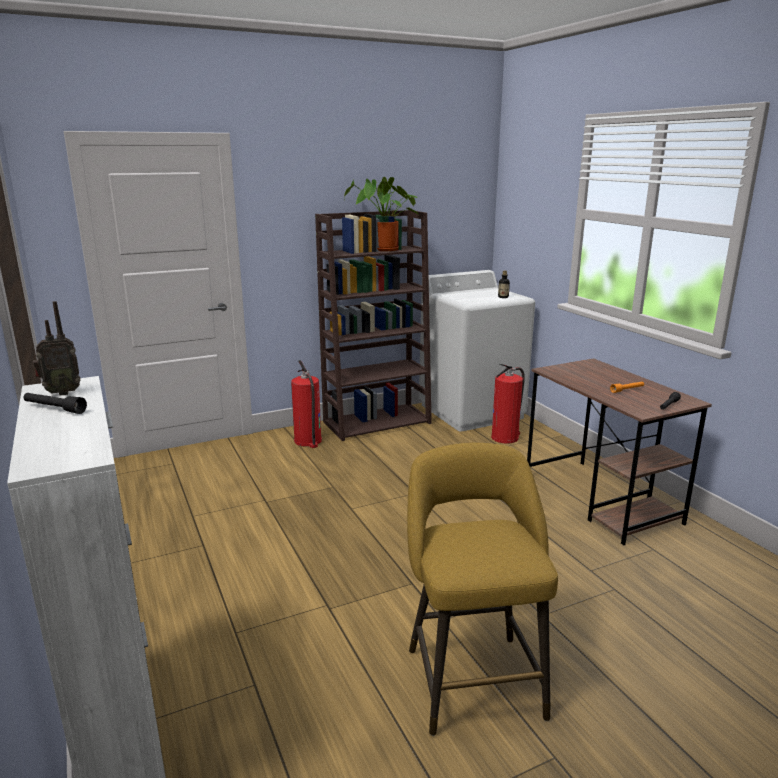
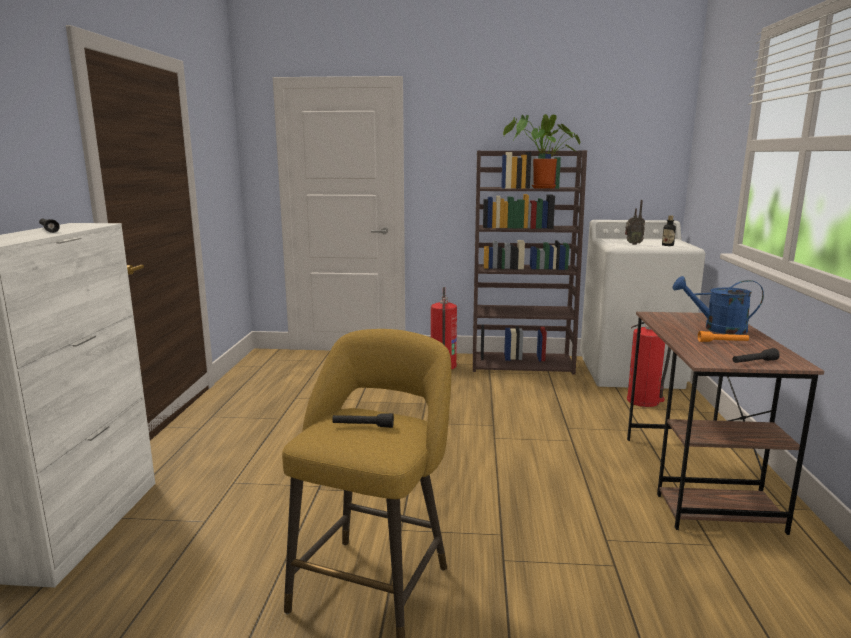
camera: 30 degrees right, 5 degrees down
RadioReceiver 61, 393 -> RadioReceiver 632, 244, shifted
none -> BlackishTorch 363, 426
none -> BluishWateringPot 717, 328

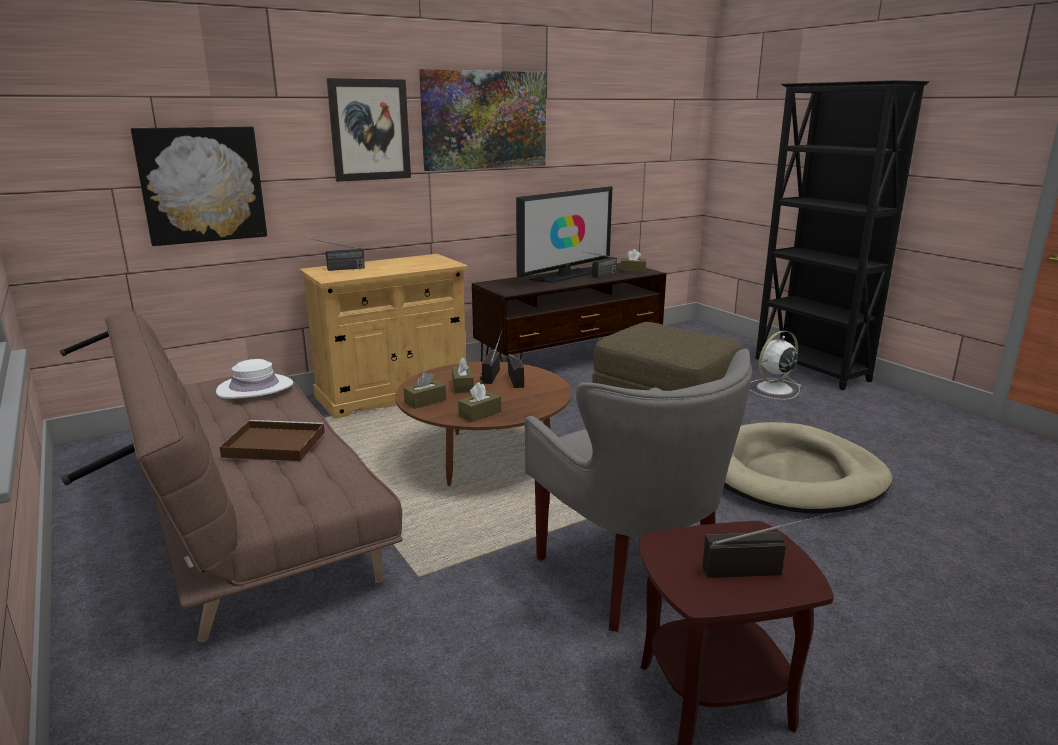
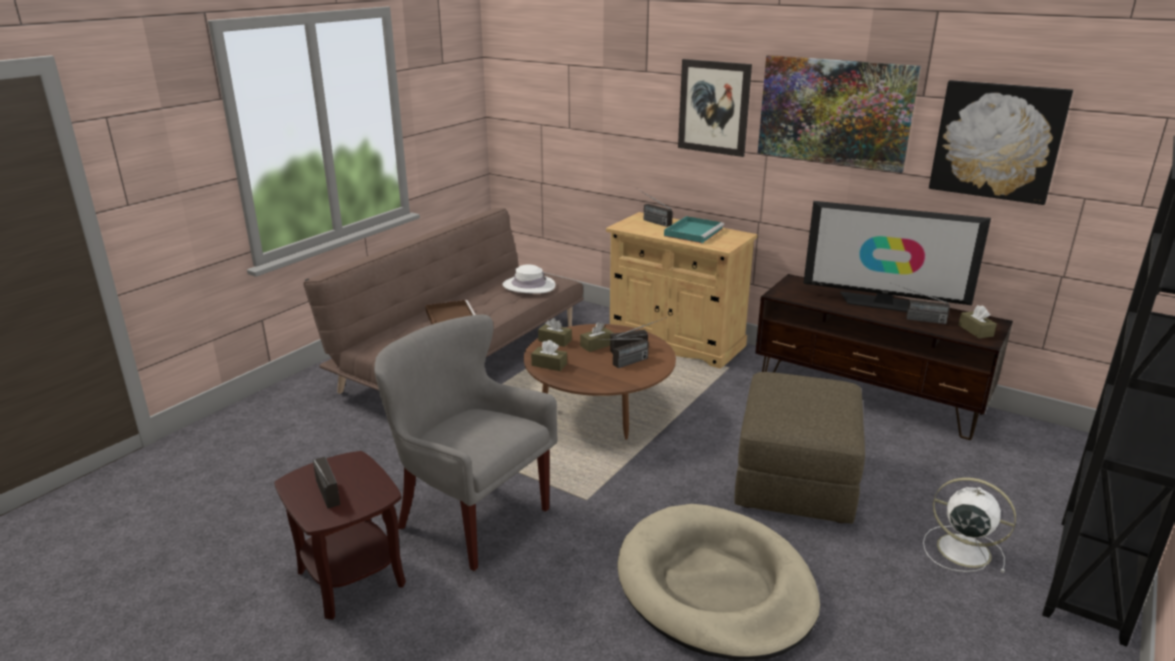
camera: 65 degrees right, 5 degrees up
Picture 202, 185 -> Picture 997, 141, shifted
GreyishEasyChair 631, 575 -> GreyishEasyChair 471, 517, 90 degrees clockwise
none -> TurquoiseColouredServingTray 693, 232

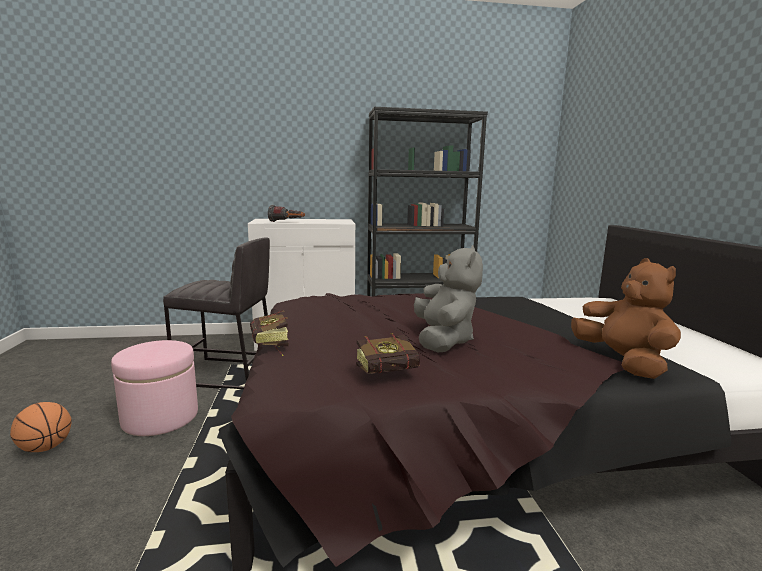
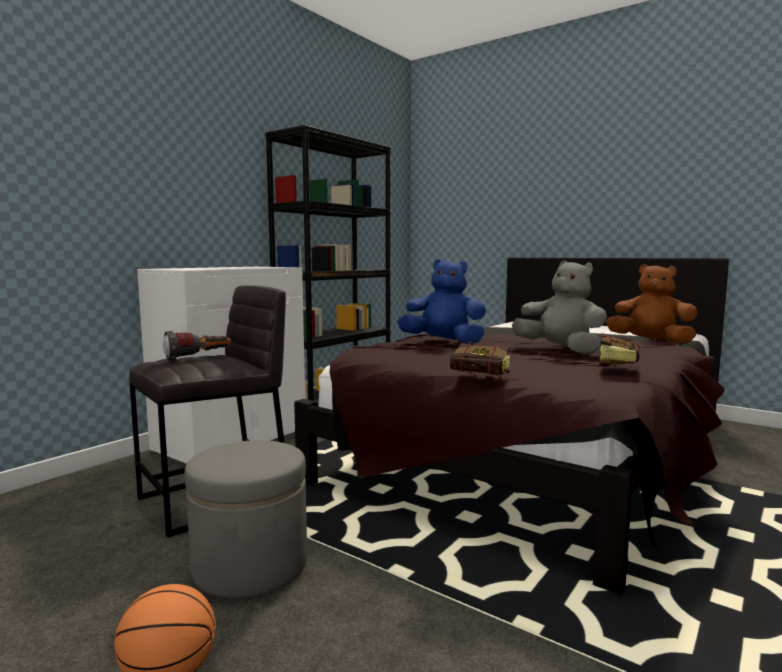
camera: 45 degrees left, 5 degrees down
PinkFootrest 160, 417 -> GreyishFootrest 250, 565
Torch 287, 222 -> Torch 199, 358, shifted
none -> BluishSoftToy 444, 342

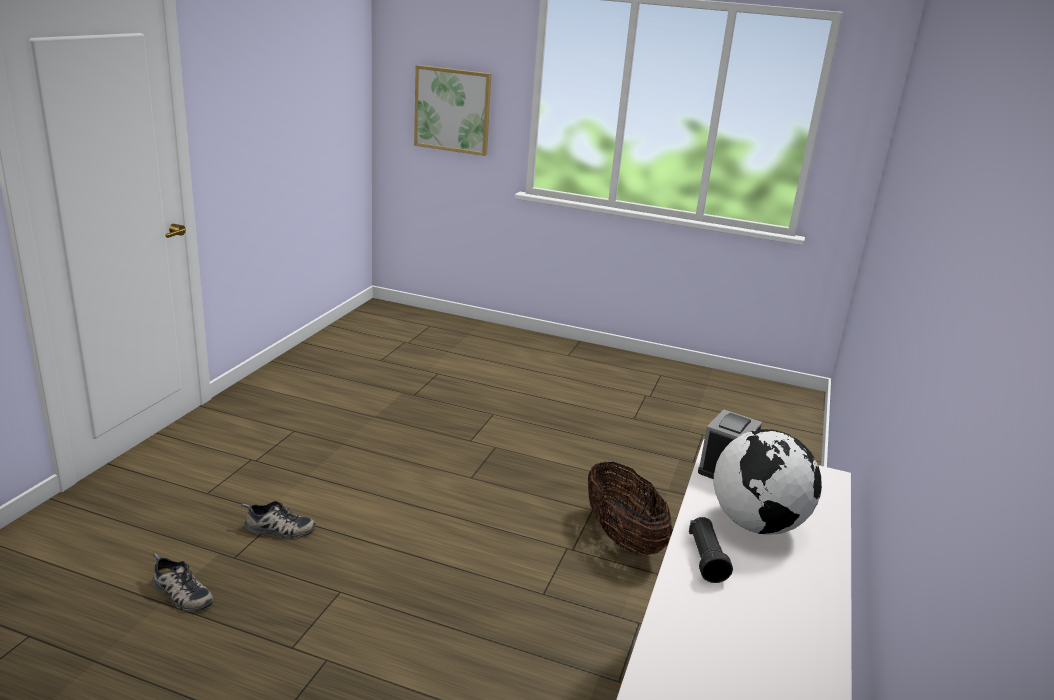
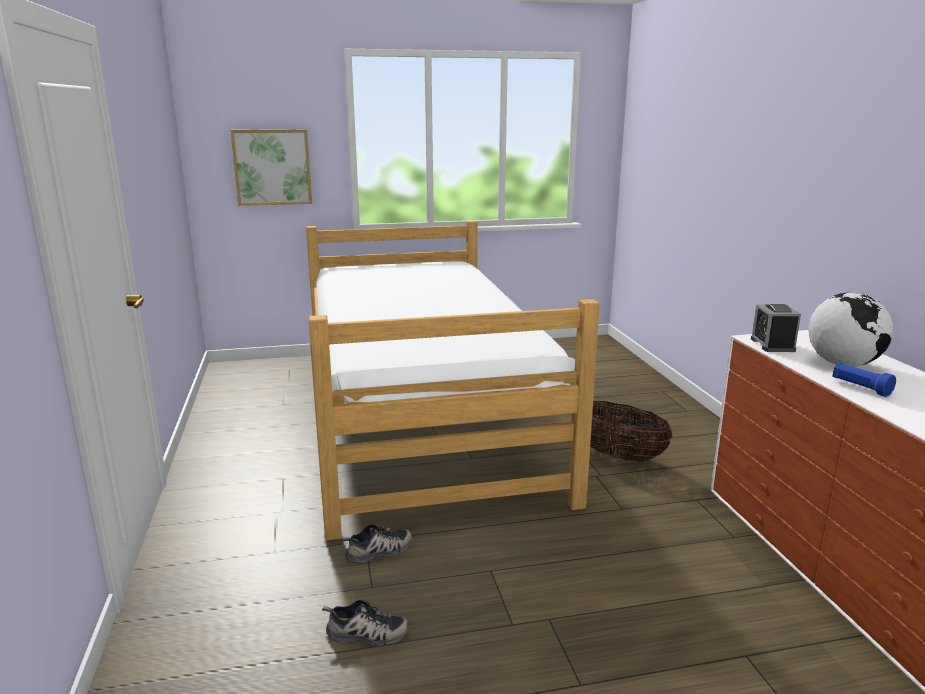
camera: 30 degrees left, 5 degrees down
BlackishTorch 706, 559 -> BluishTorch 860, 388
none -> SleepingBed 422, 418

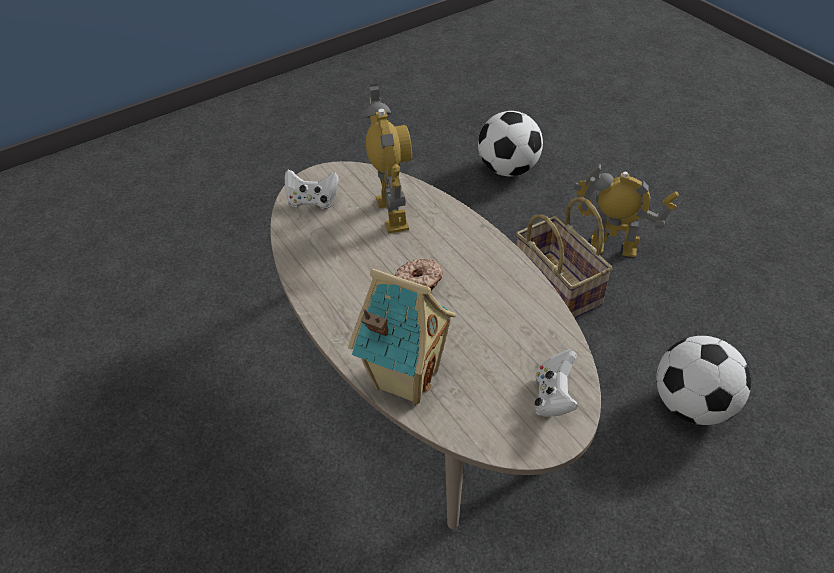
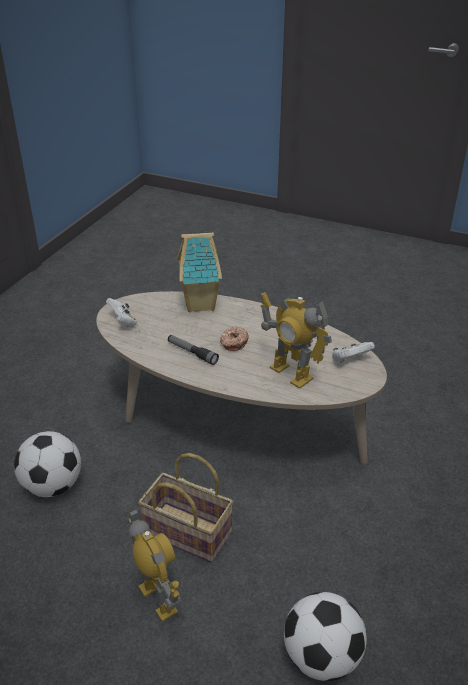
camera: 145 degrees right, 10 degrees down
ModelRobot 612, 248 -> ModelRobot 158, 599, 105 degrees counterclockwise
none -> Torch 192, 353

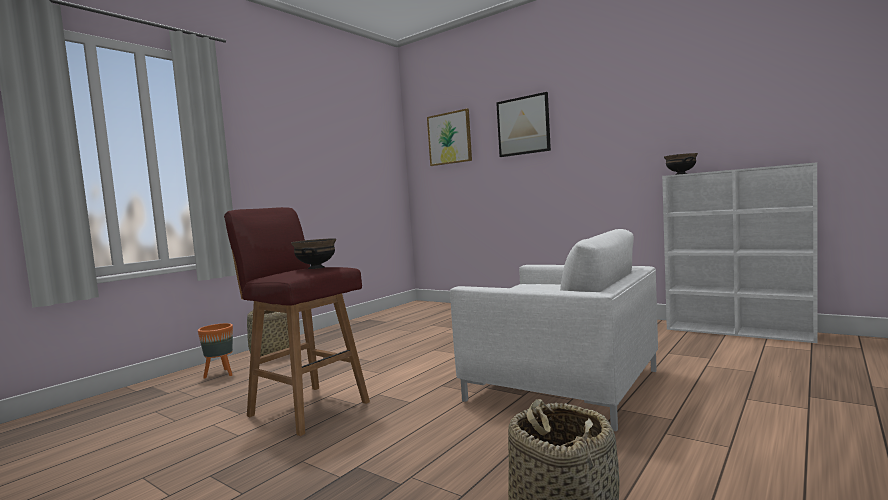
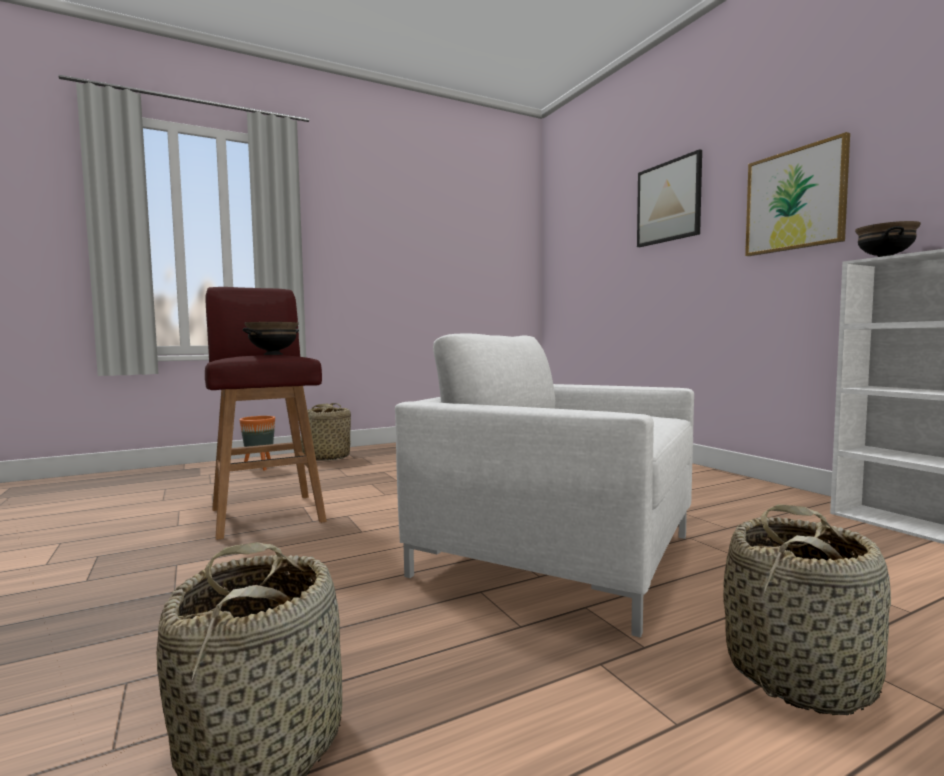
camera: 25 degrees right, 0 degrees up
Picture 449, 138 -> Picture 795, 200, shifted
WhiteColouredEasyChair 563, 385 -> WhiteColouredEasyChair 557, 555, 150 degrees clockwise
none -> HouseholdBasket 800, 674

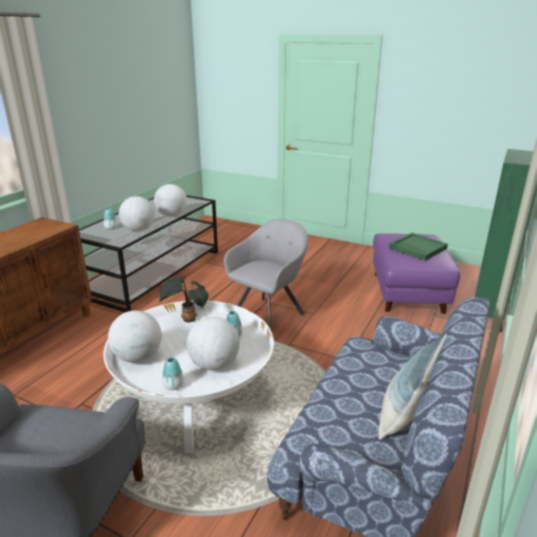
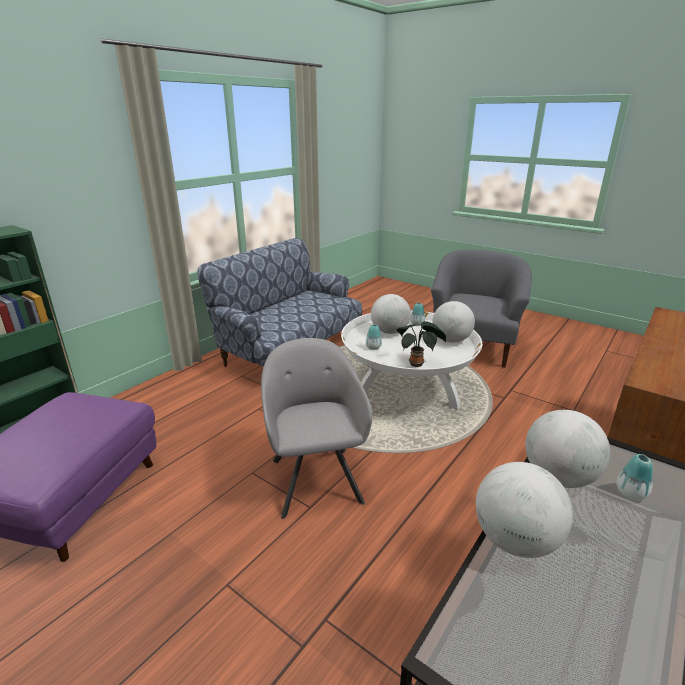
camera: 170 degrees left, 0 degrees up
GreyishEasyChair 269, 315 -> GreyishEasyChair 315, 476, 120 degrees clockwise
Pillow 404, 417 -> none
GreenServingTray 417, 248 -> none

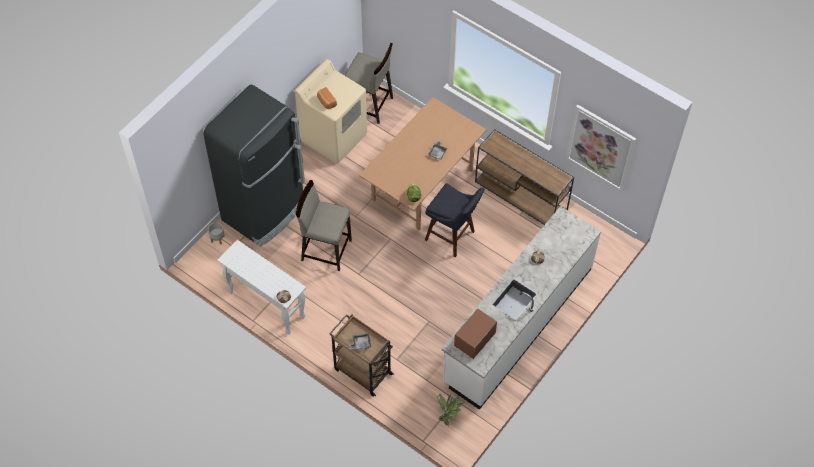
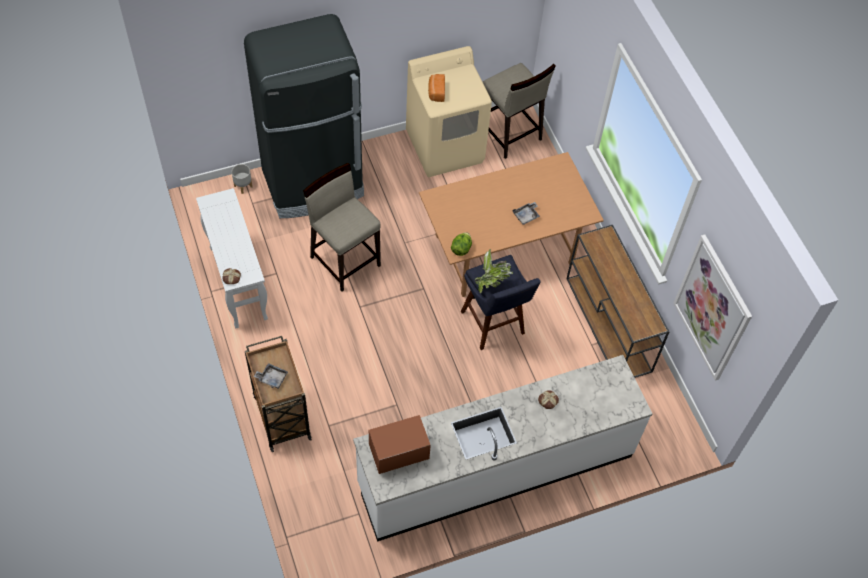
camera: 30 degrees right, 0 degrees up
PlantInAPot 449, 412 -> PlantInAPot 492, 281, shifted

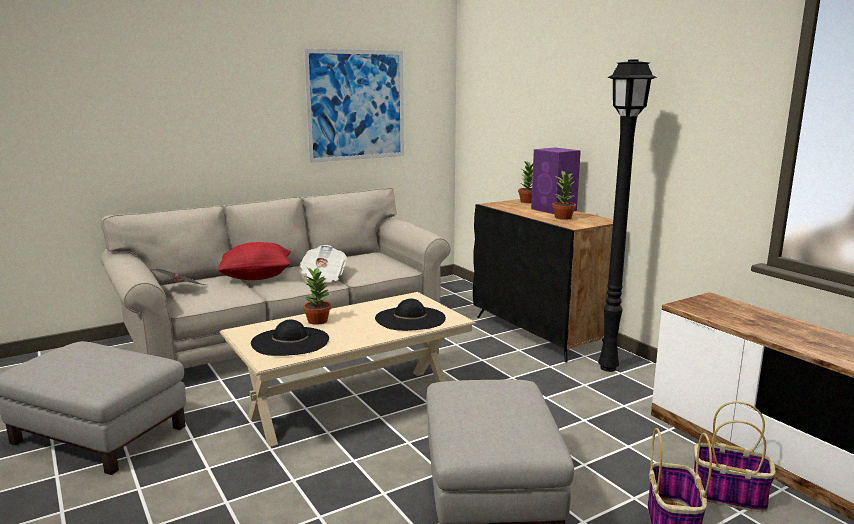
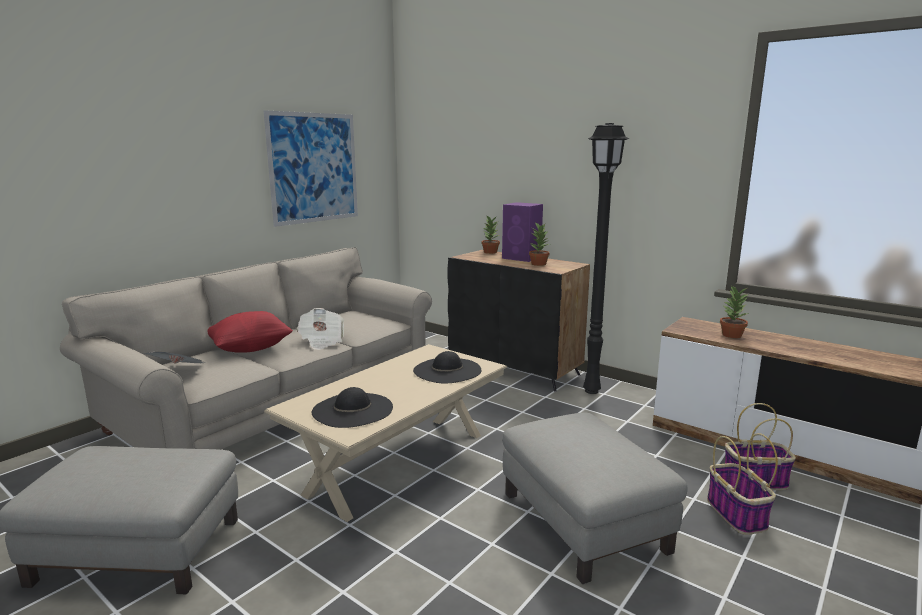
camera: 20 degrees left, 0 degrees up
PlantInAPot 317, 320 -> PlantInAPot 731, 335, shifted

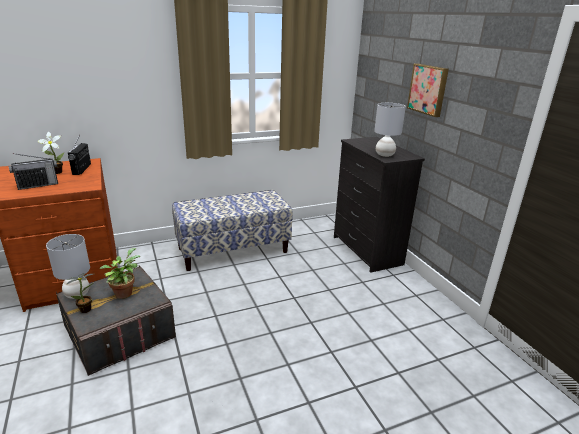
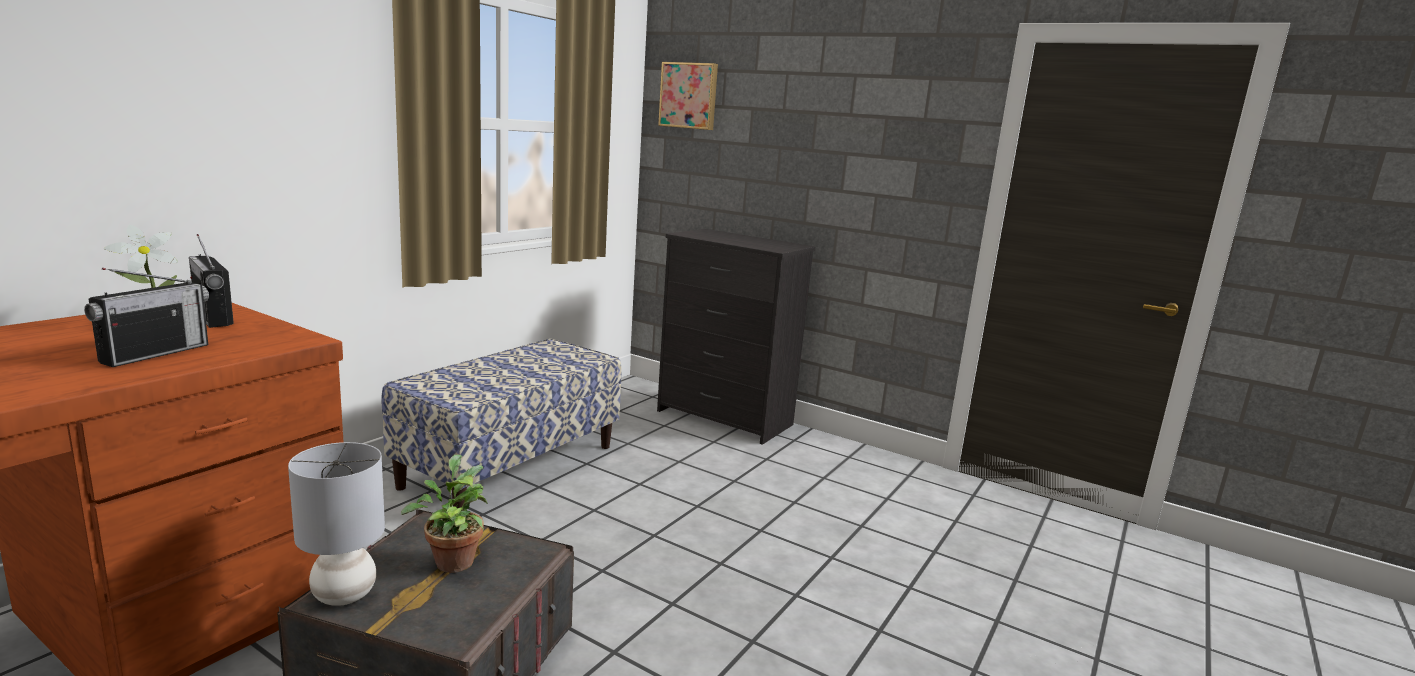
camera: 35 degrees left, 10 degrees down
PlantInAPot 87, 309 -> none
GreyishTabletopLamp 384, 155 -> none
Picture 428, 89 -> Picture 689, 96, shifted

